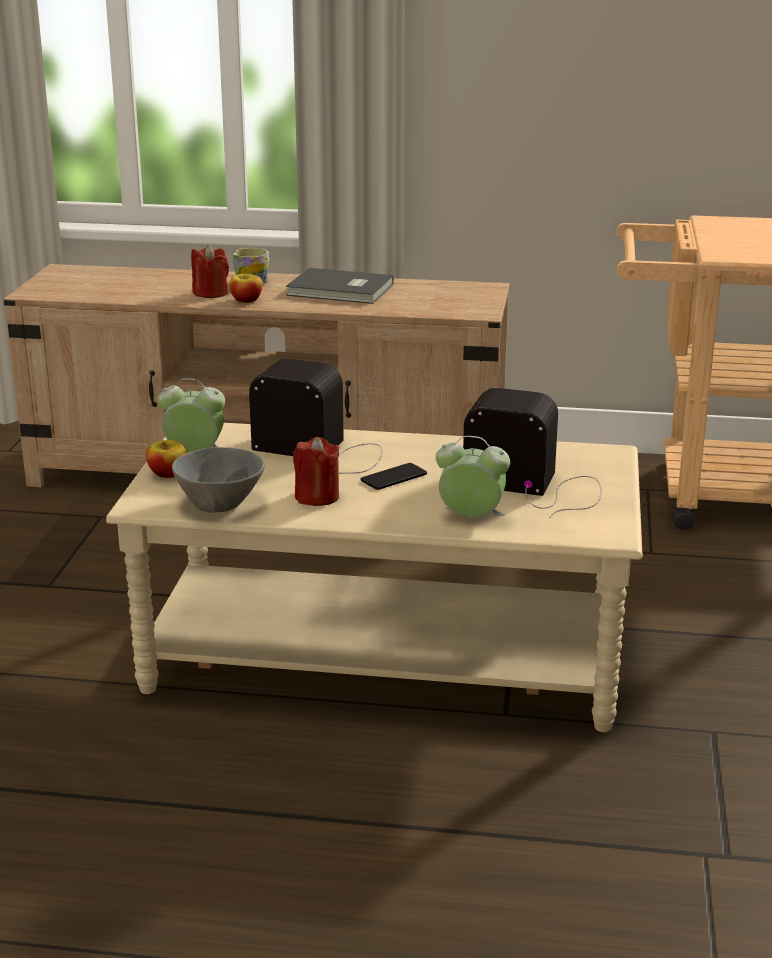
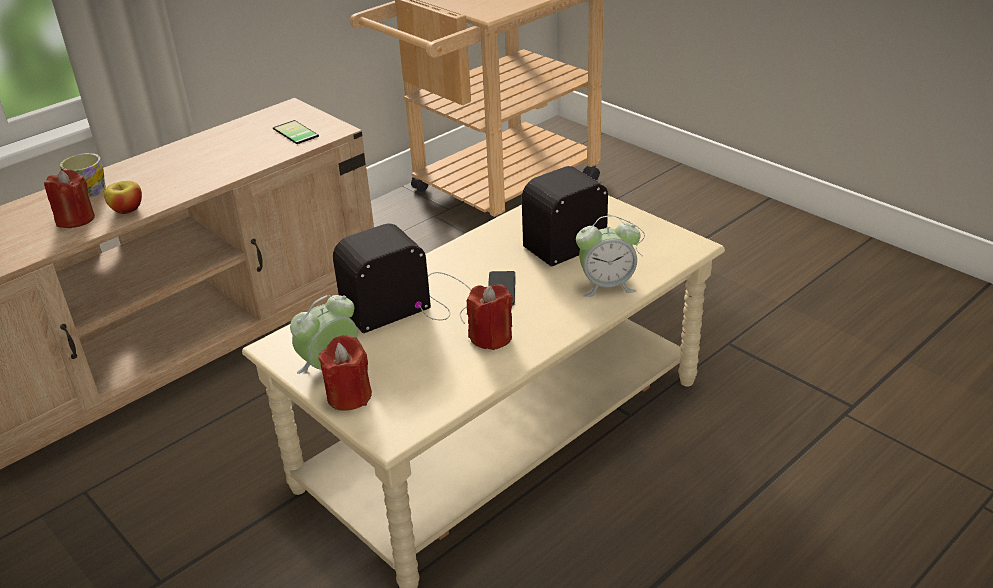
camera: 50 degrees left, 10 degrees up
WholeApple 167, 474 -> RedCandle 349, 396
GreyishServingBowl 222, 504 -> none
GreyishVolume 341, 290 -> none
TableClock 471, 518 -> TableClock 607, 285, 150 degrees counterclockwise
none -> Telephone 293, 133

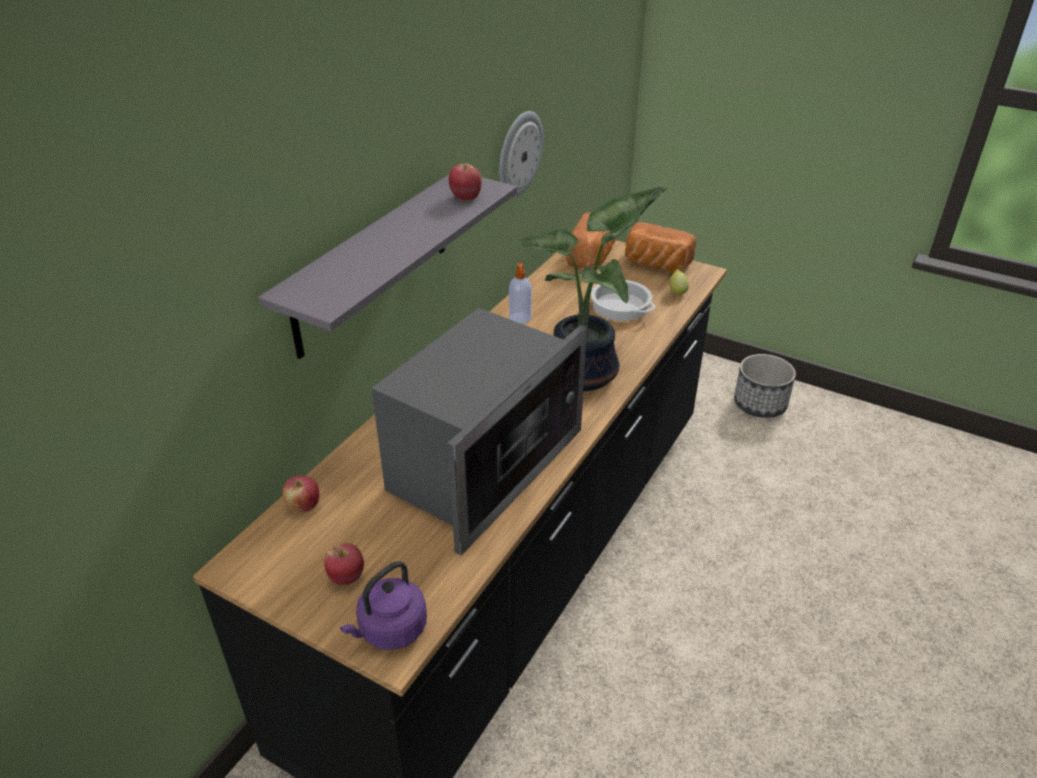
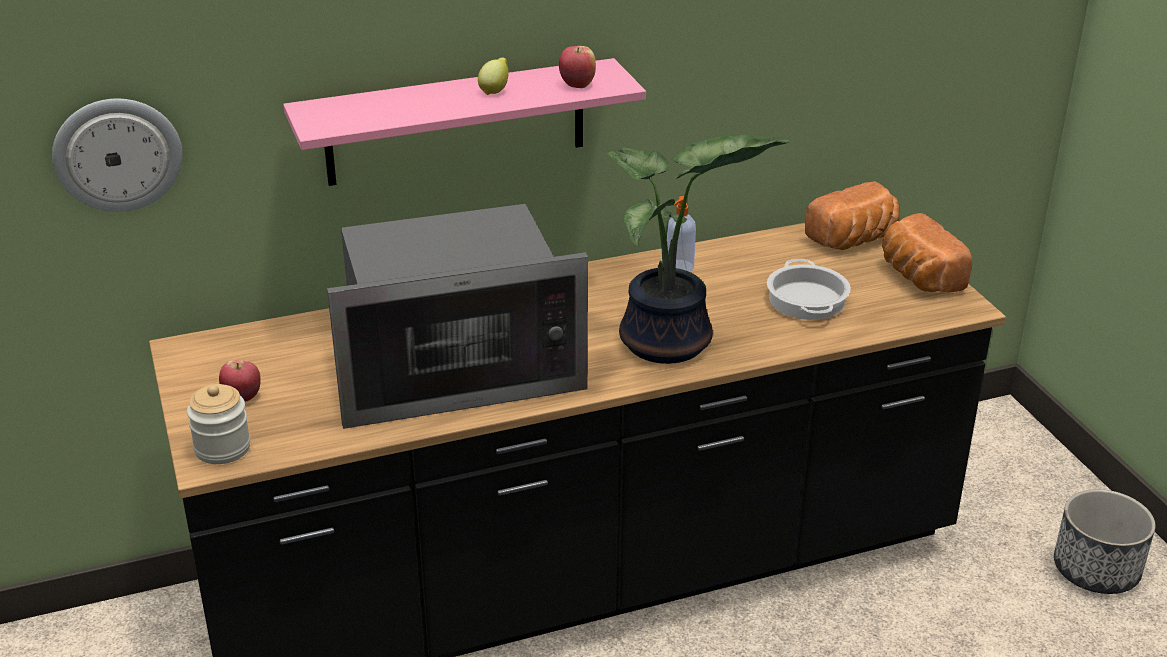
camera: 40 degrees right, 5 degrees down
GreyishBracketShelf 372, 263 -> PinkBracketShelf 456, 122
WholeApple 303, 506 -> none
PurpleColouredWaterKettle 390, 630 -> PreserveJar 222, 448
ClockOnTheWall 518, 154 -> ClockOnTheWall 117, 154, shifted
Lemon 677, 292 -> Lemon 494, 91, shifted

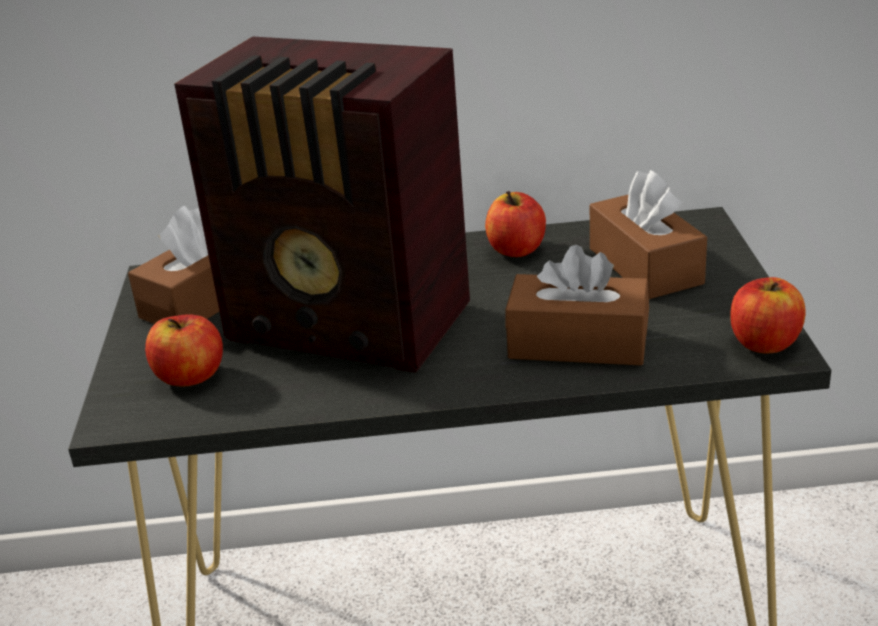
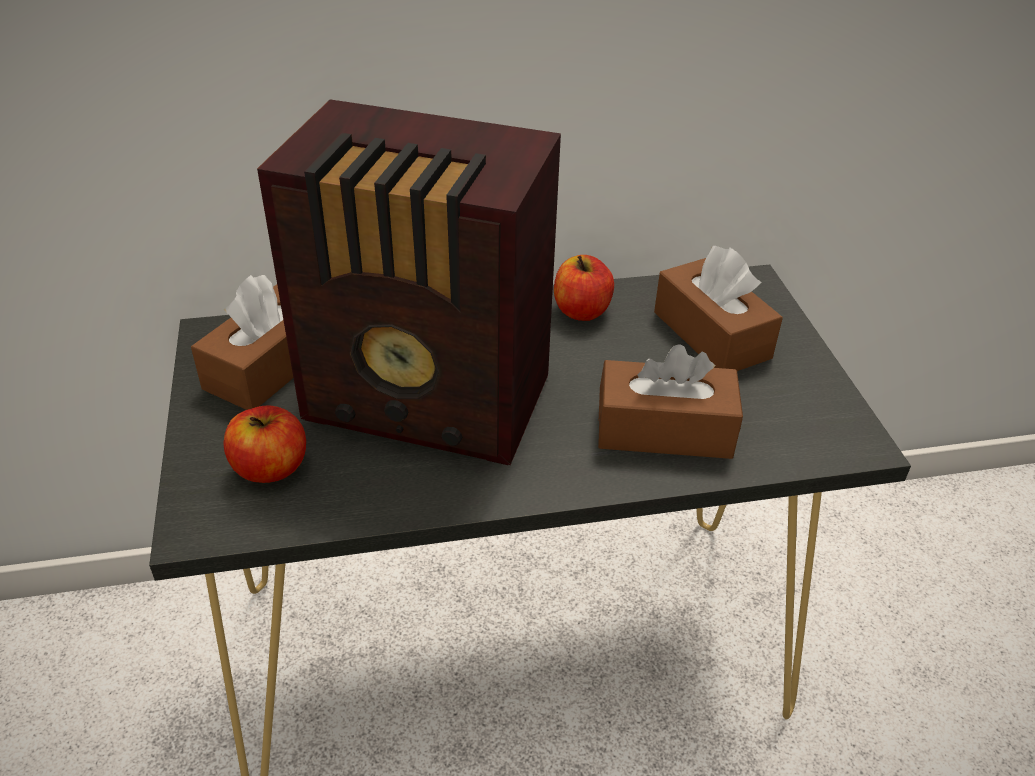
camera: 10 degrees left, 10 degrees up
WholeApple 764, 343 -> none

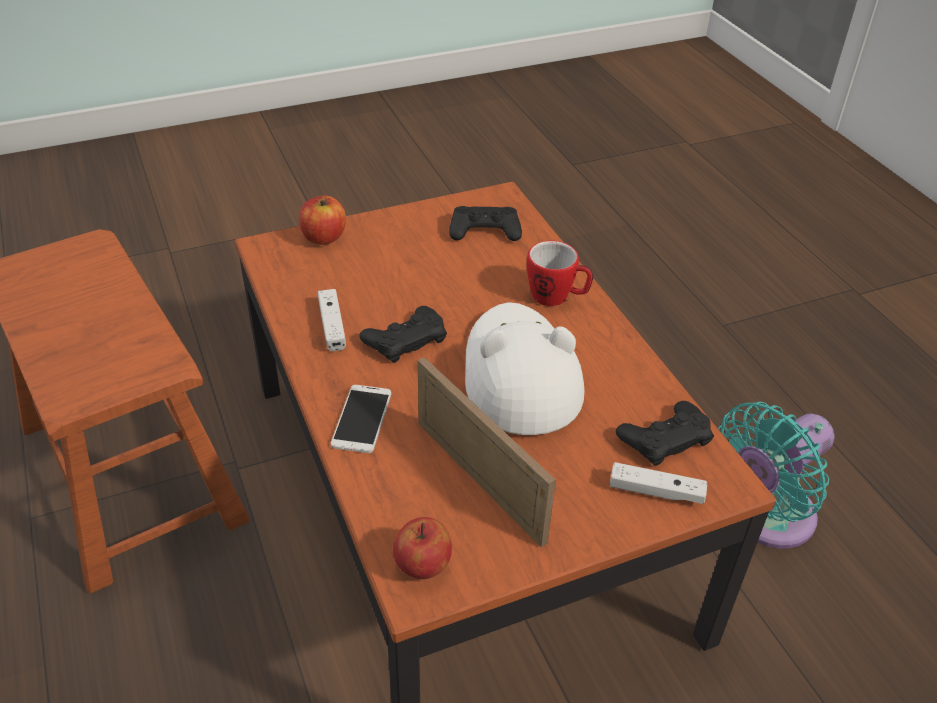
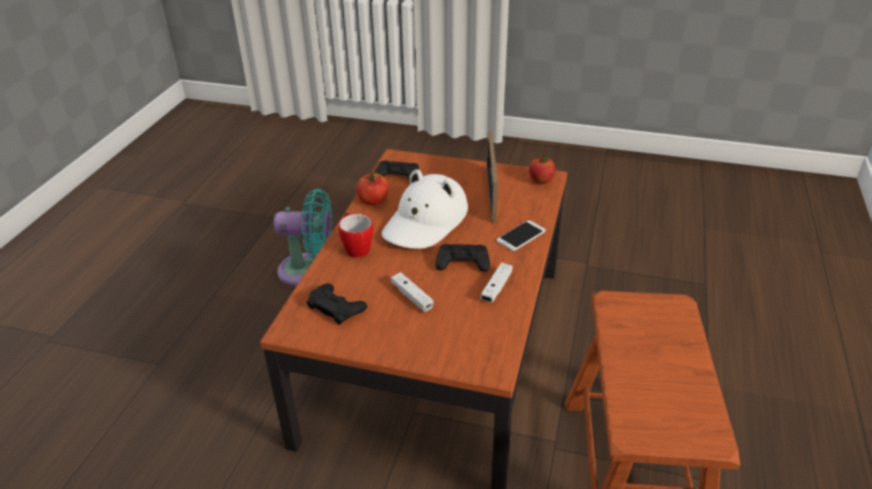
camera: 140 degrees left, 5 degrees down
WholeApple 323, 237 -> WholeApple 373, 200, shifted
WhiteColouredJoypad 656, 491 -> WhiteColouredJoypad 412, 297, shifted

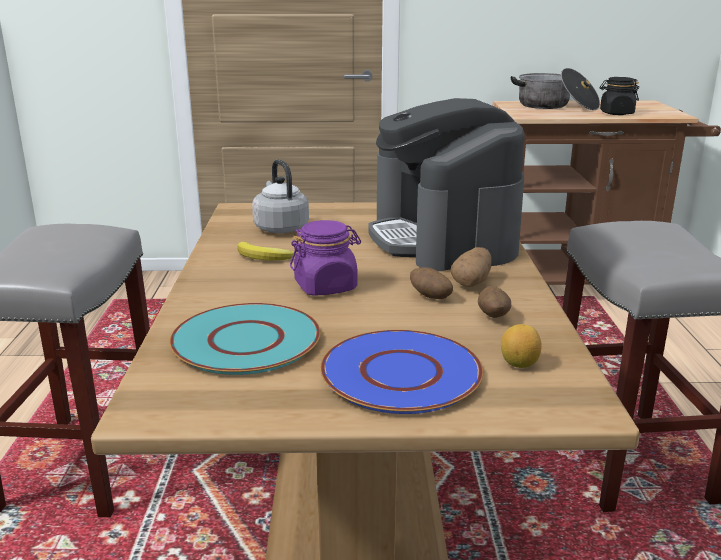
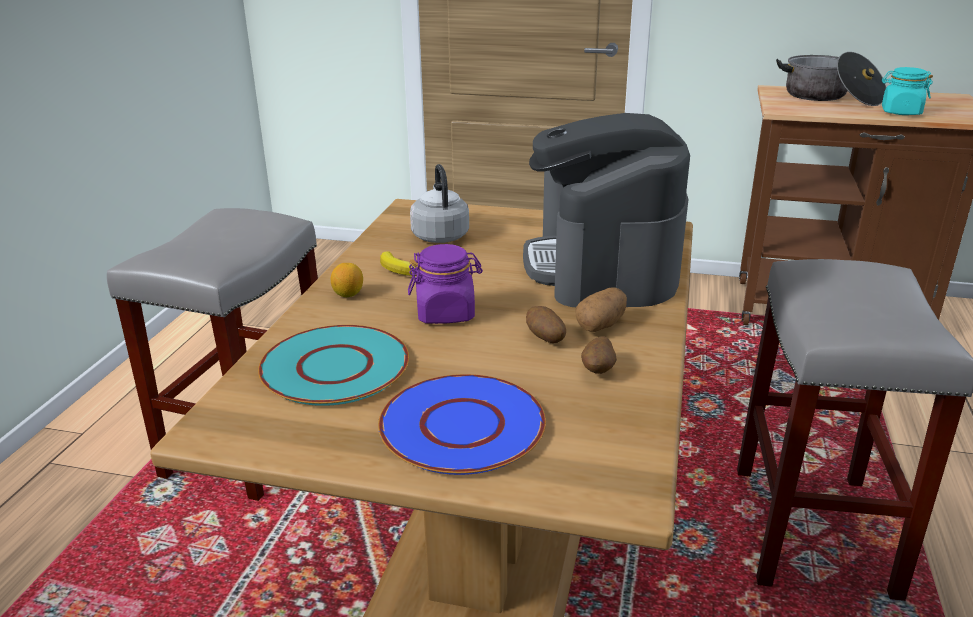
camera: 15 degrees right, 5 degrees up
Lemon 519, 364 -> Lemon 348, 294, shifted
BlackishPreserveJar 616, 113 -> TurquoiseColouredPreserveJar 900, 112

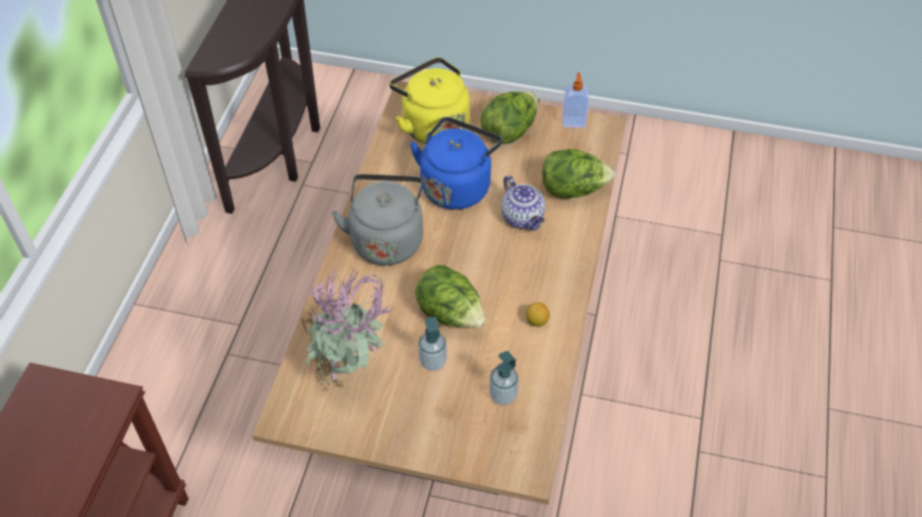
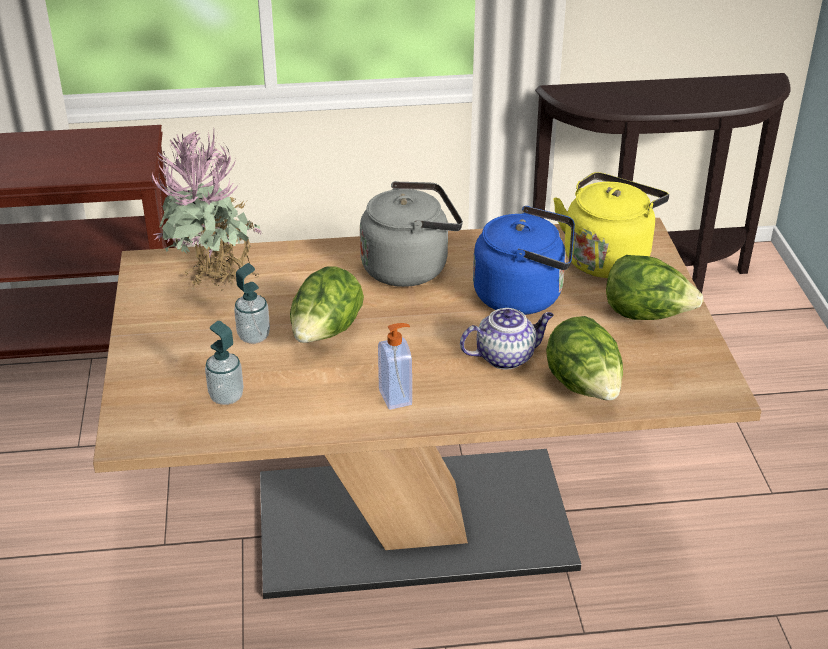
camera: 70 degrees right, 15 degrees down
PotForTea 523, 218 -> PotForTea 506, 356, 150 degrees counterclockwise
Lemon 537, 321 -> none
SoapBottle 573, 121 -> SoapBottle 396, 397, shifted

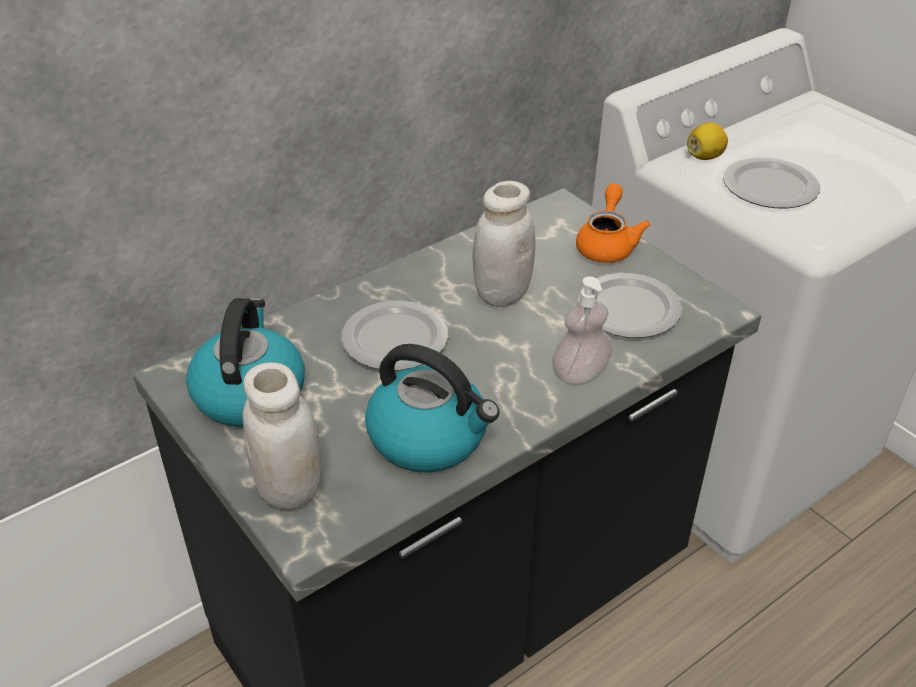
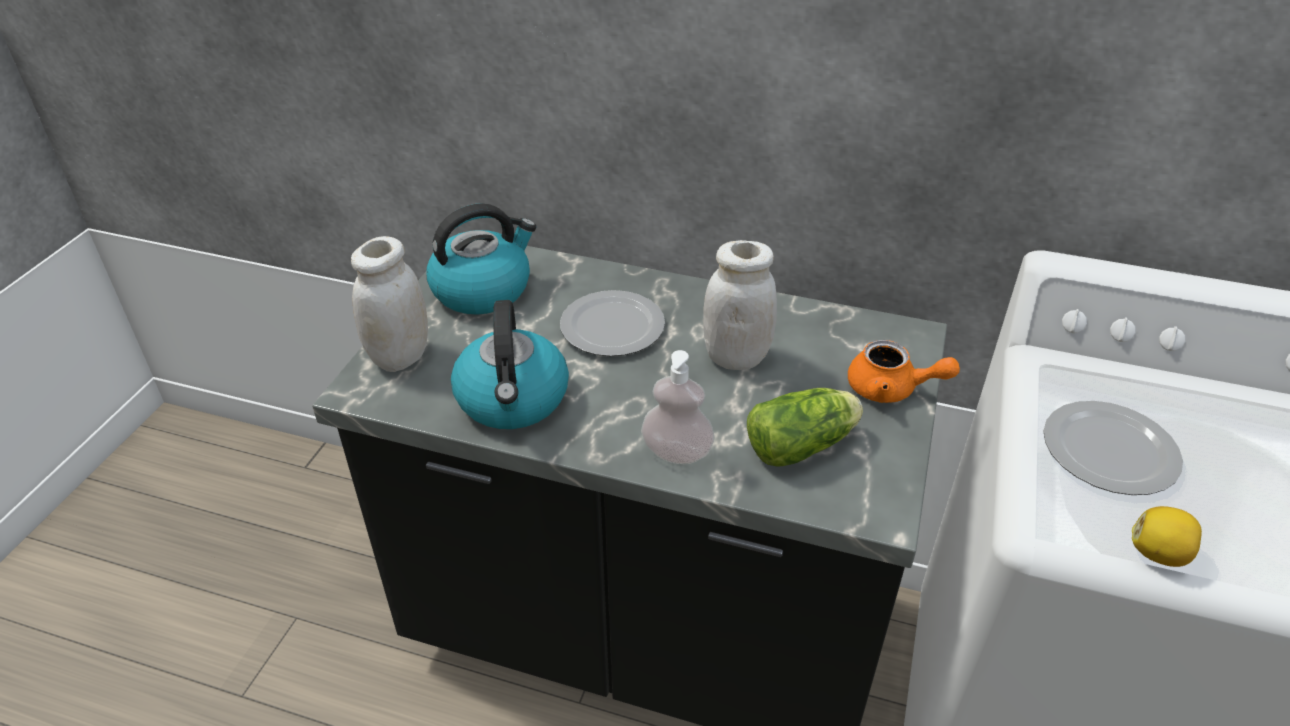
camera: 55 degrees right, 0 degrees up
OrangeyPotForTea 607, 244 -> OrangeyPotForTea 891, 389, 45 degrees clockwise
DinnerPlate 627, 310 -> Lettuce 804, 445
Lemon 705, 157 -> Lemon 1158, 554, shifted

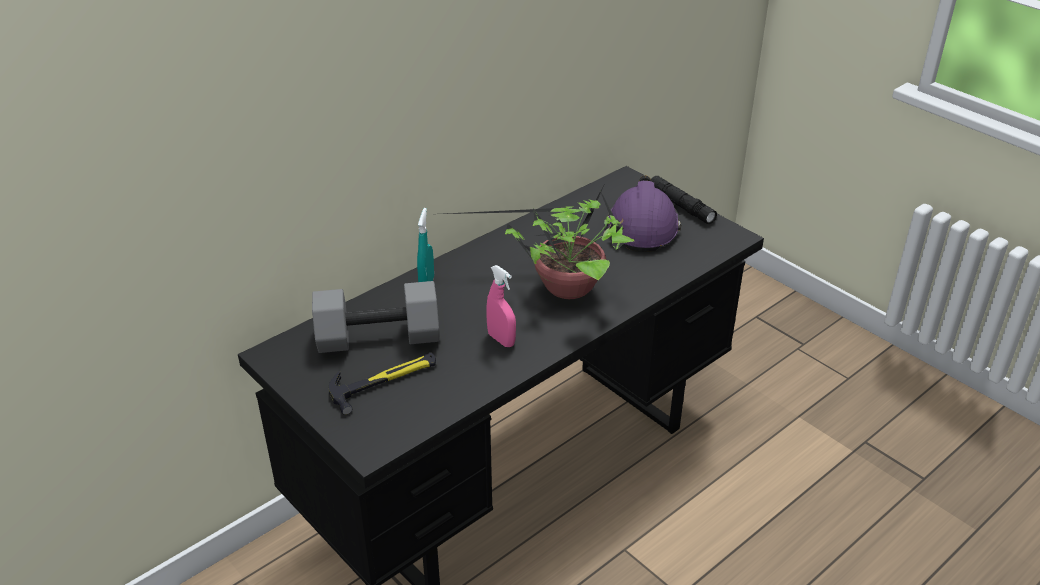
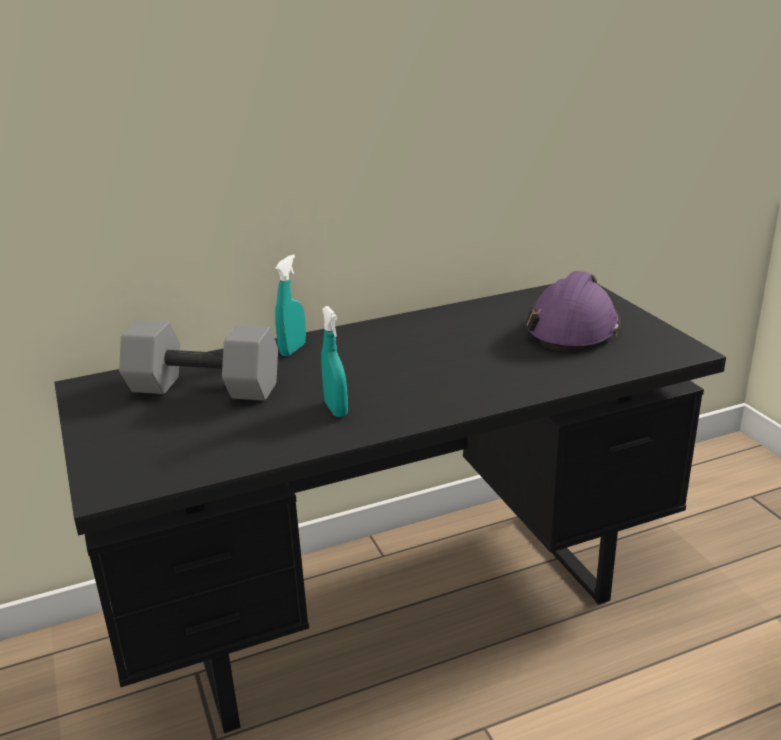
camera: 20 degrees right, 10 degrees down
Hammer 384, 380 -> none
PlantInAPot 563, 289 -> none
PinkSprayer 501, 340 -> TurquoiseColouredSprayer 336, 409
BlackishTorch 680, 205 -> none

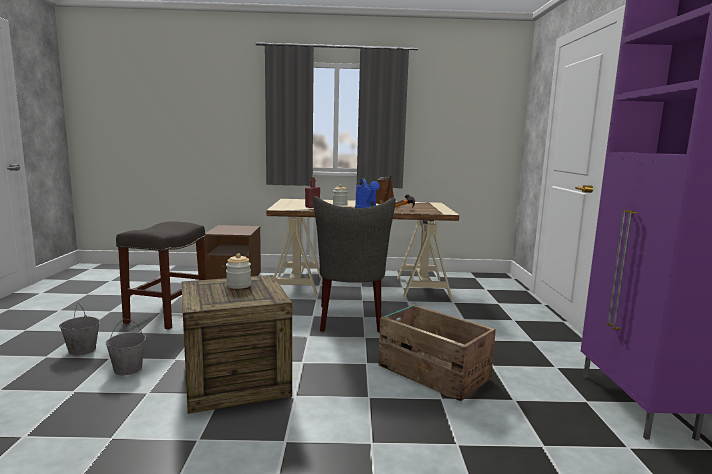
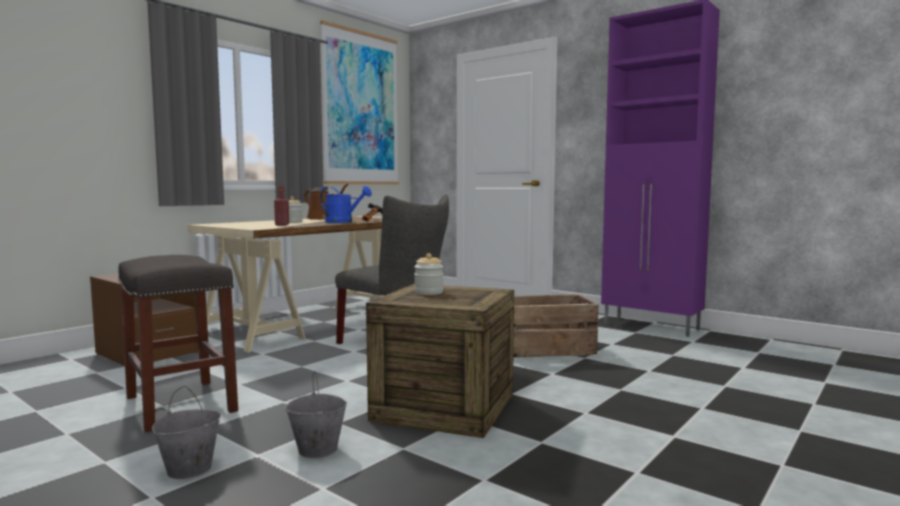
camera: 50 degrees left, 5 degrees down
none -> Picture 361, 109

